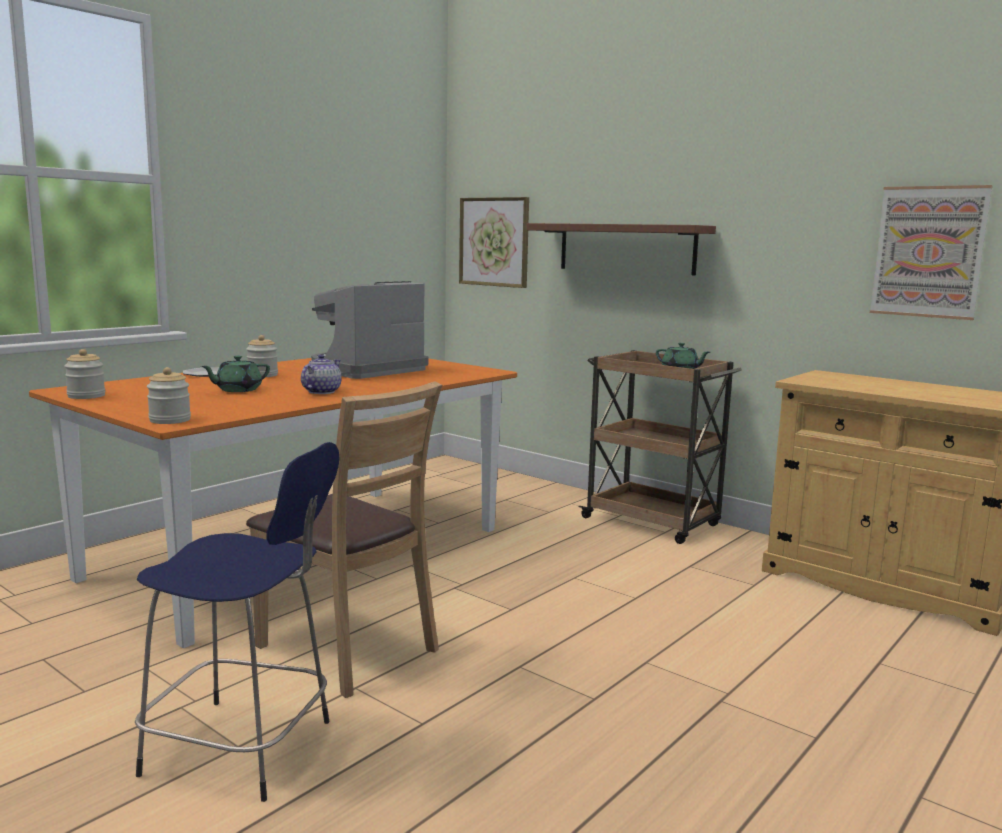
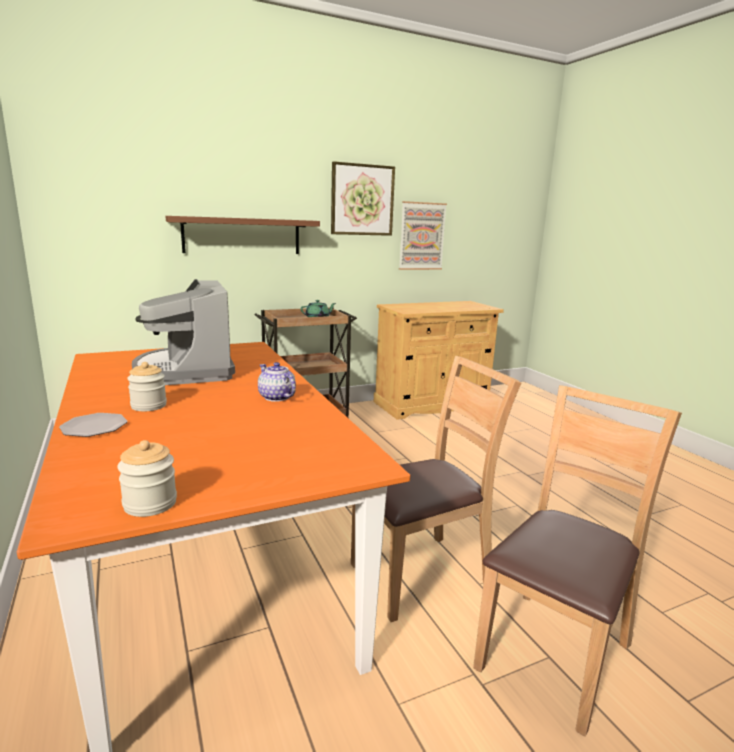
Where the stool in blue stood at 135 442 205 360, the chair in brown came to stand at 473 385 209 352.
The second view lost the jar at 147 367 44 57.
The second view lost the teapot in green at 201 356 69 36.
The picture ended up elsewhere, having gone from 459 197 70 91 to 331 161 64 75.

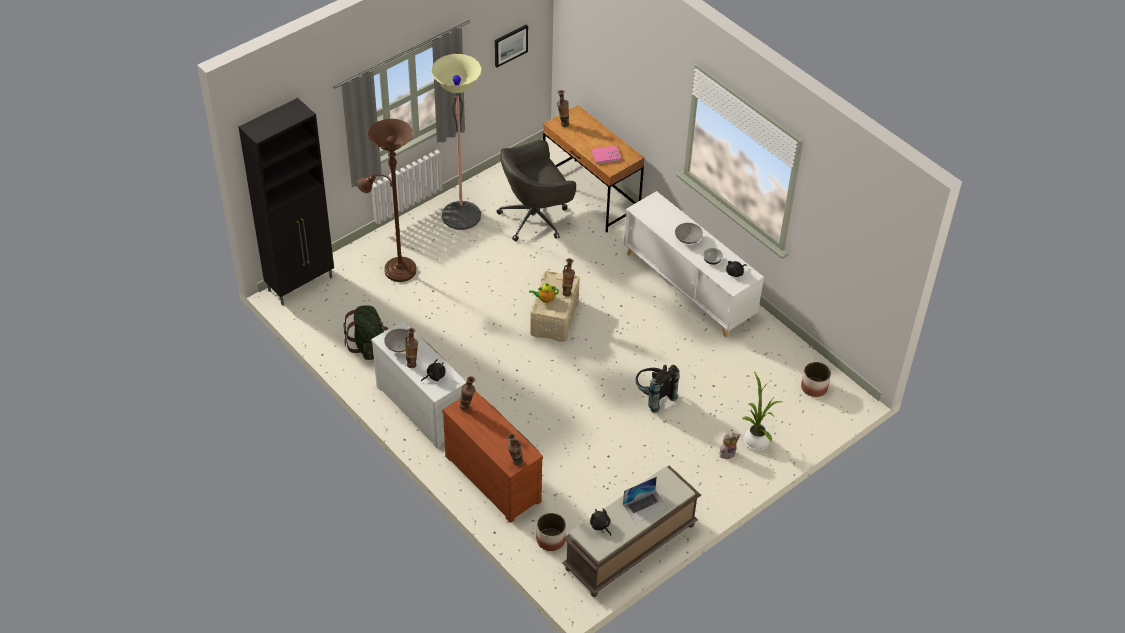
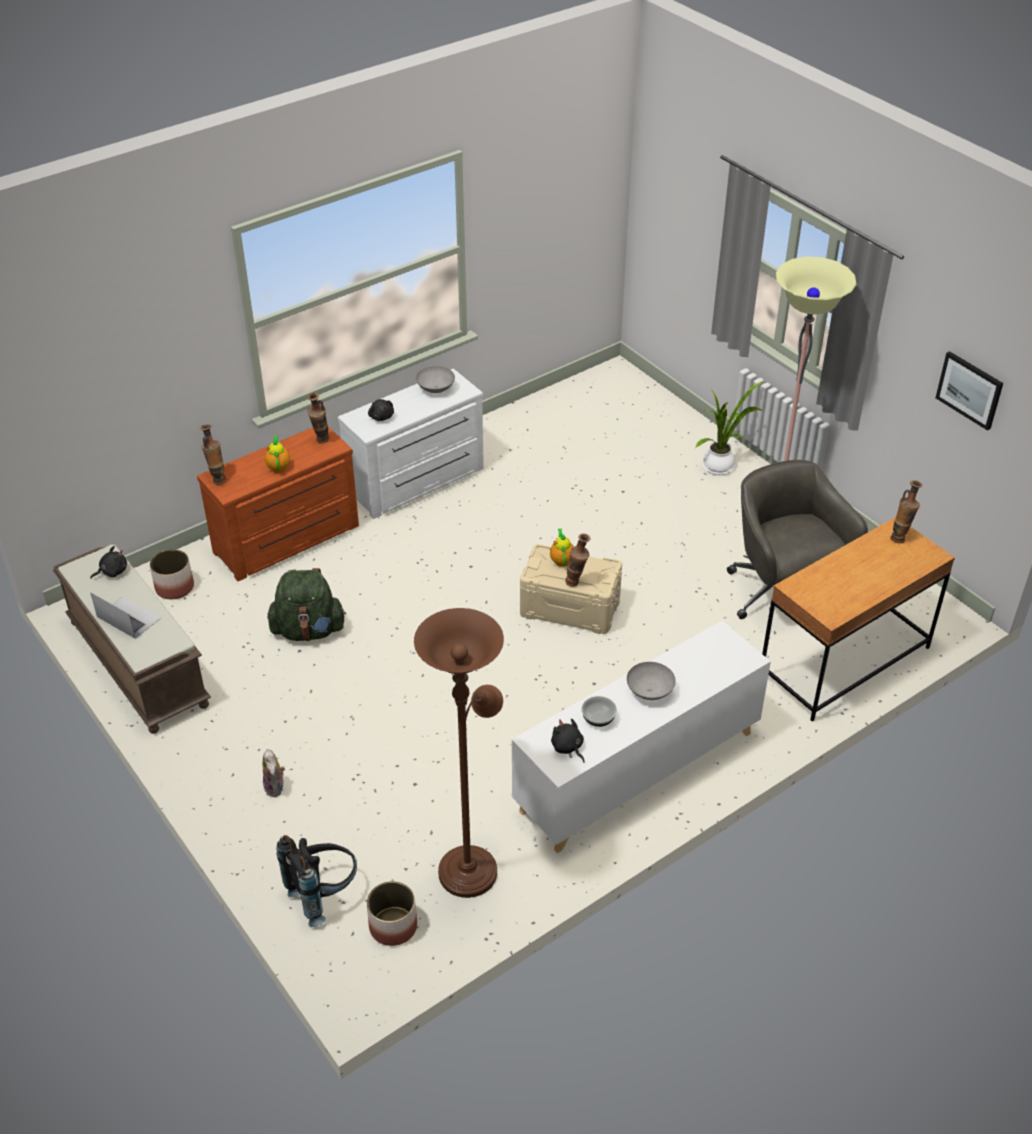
The second view lost the cabinet in black at 238 98 96 207.
The backpack in green ended up elsewhere, having gone from 343 305 45 55 to 267 568 79 73.
The floor lamp in brown ended up elsewhere, having gone from 357 119 60 163 to 414 608 90 290.
The second view lost the vase at 405 328 13 40.
The second view lost the book in pink at 592 146 29 18.
The laptop at 623 476 45 47 ended up facing another way, 150 degrees clockwise from before.
The backpack in black ended up elsewhere, having gone from 635 365 45 48 to 276 835 81 92.
The potted plant ended up elsewhere, having gone from 742 372 40 79 to 695 382 68 93.
The second view gained the teapot at 265 435 25 38.

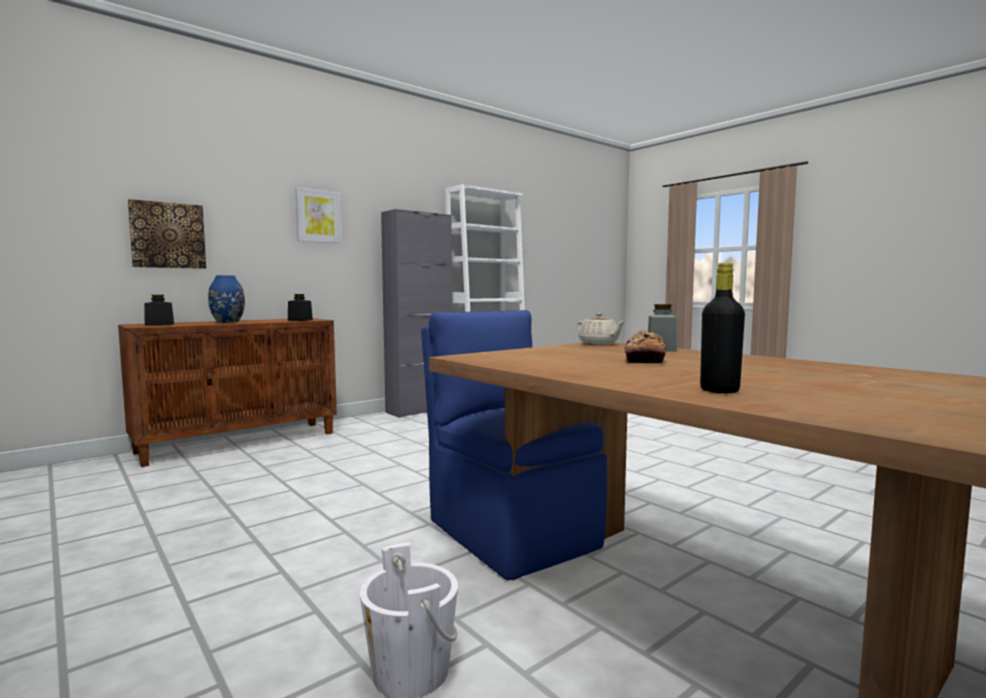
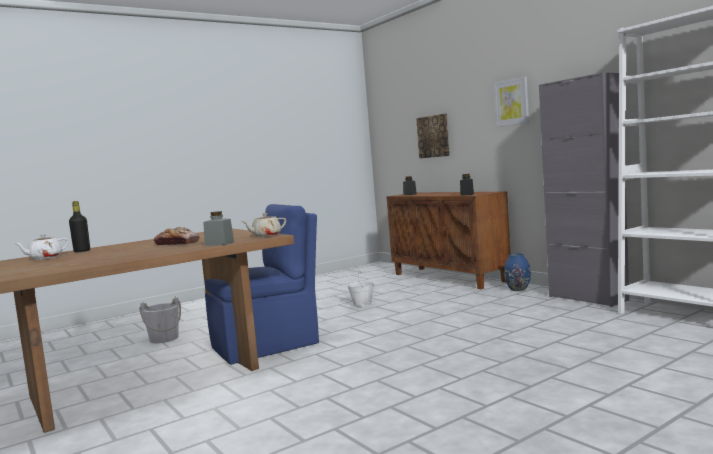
The vase in blue ended up elsewhere, having gone from 208 275 37 48 to 504 253 27 38.
The second view gained the teapot in white at 14 234 55 26.
The second view gained the bucket in white at 347 269 28 38.

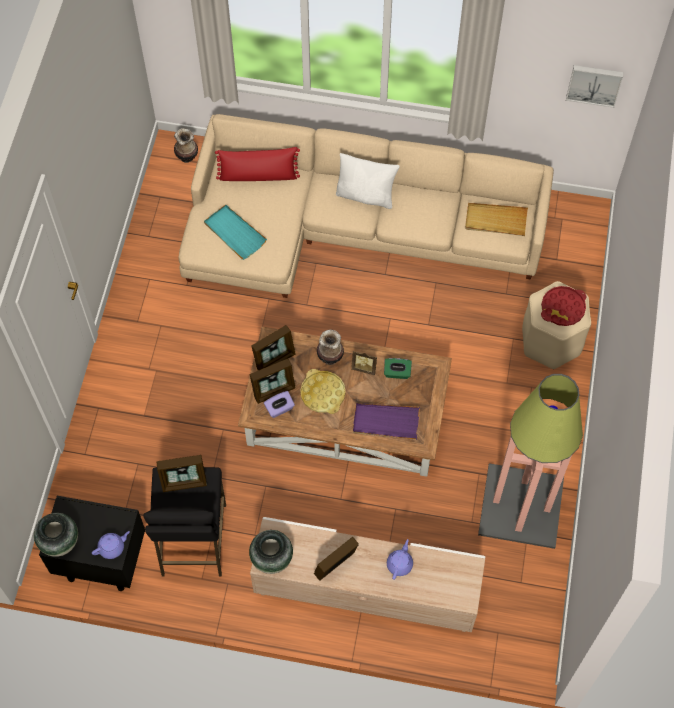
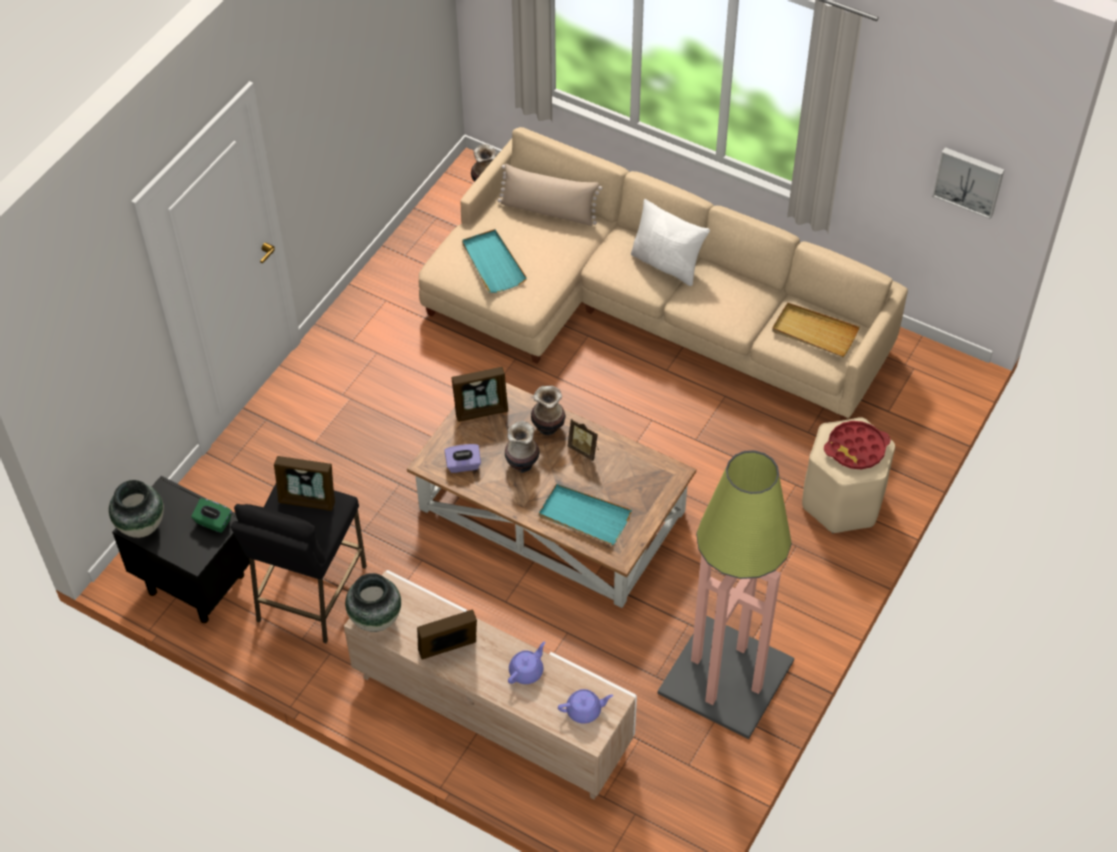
The teapot in purple ended up elsewhere, having gone from 92 531 38 28 to 558 689 55 35.
What was the pillow in red at 215 147 85 34 turned into the pillow in beige at 498 164 104 62.
The second view lost the picture frame at 250 358 46 46.
Where the tray in yellow stood at 300 369 46 45, the vase came to stand at 505 421 34 52.
What was the tray in purple at 353 403 67 37 turned into the tray in turquoise at 539 484 93 61.
The tissue box in green ended up elsewhere, having gone from 384 358 28 21 to 191 498 41 35.

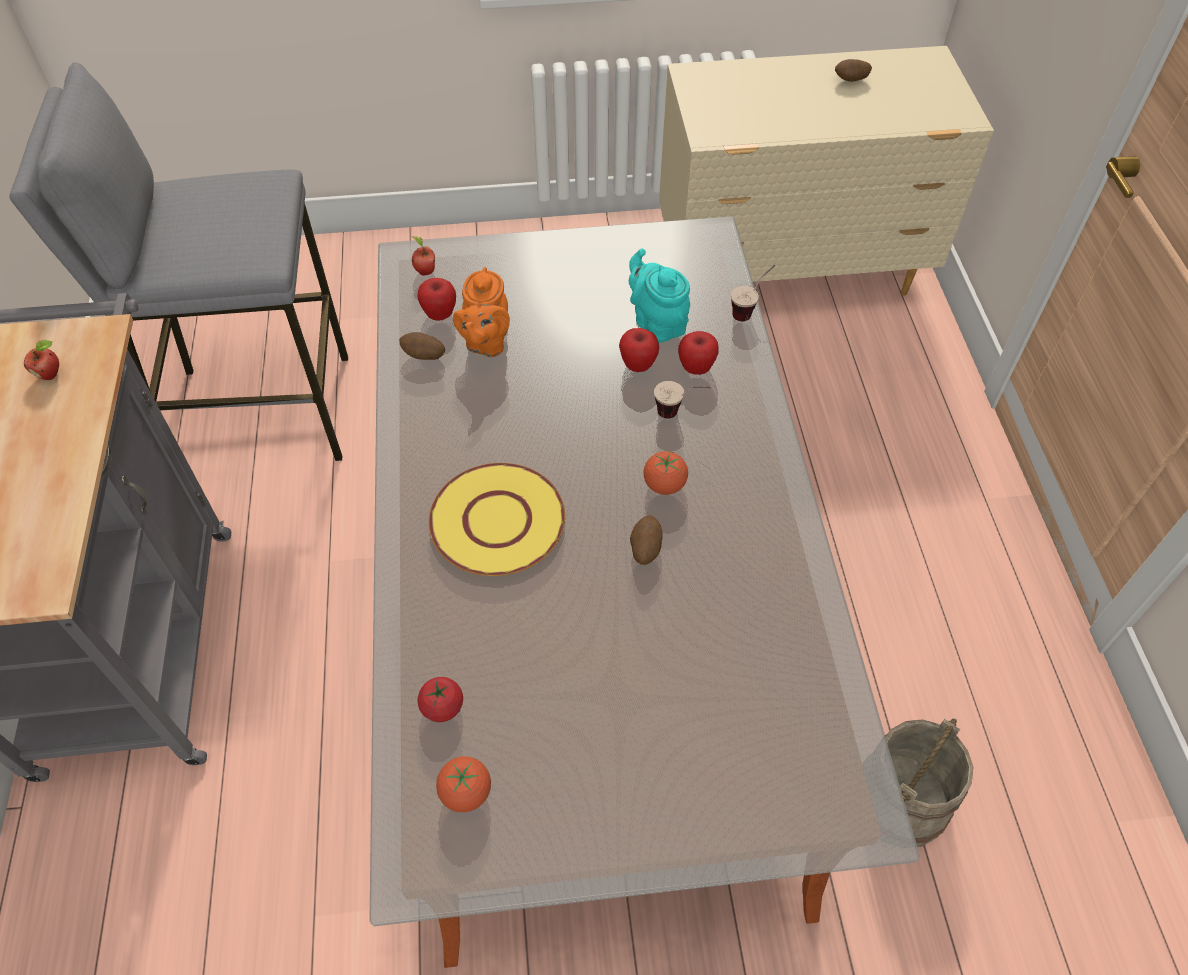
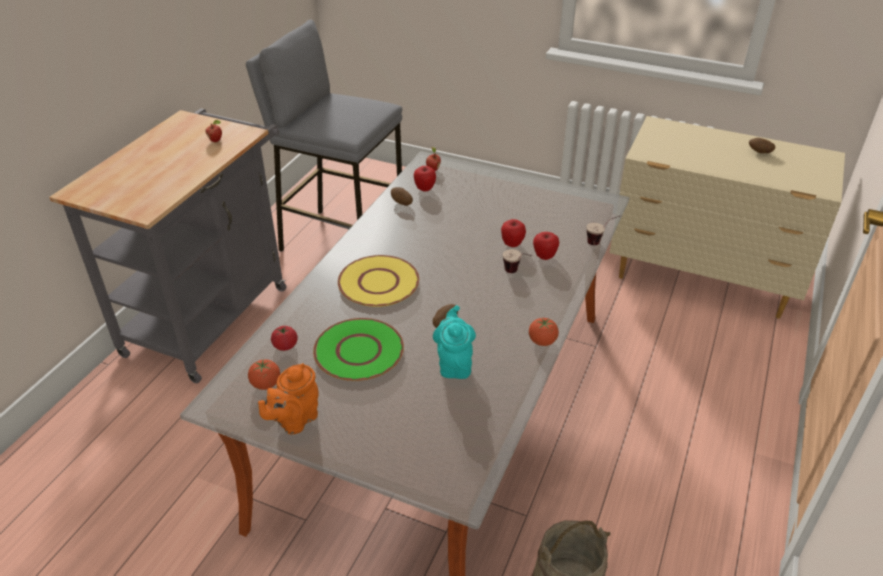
The teapot in orange ended up elsewhere, having gone from 453 267 57 90 to 258 363 61 71.
The teapot in turquoise ended up elsewhere, having gone from 629 248 61 95 to 433 305 43 74.
The tomato ended up elsewhere, having gone from 643 451 45 44 to 529 318 30 28.
The second view gained the plate in green at 313 318 91 63.

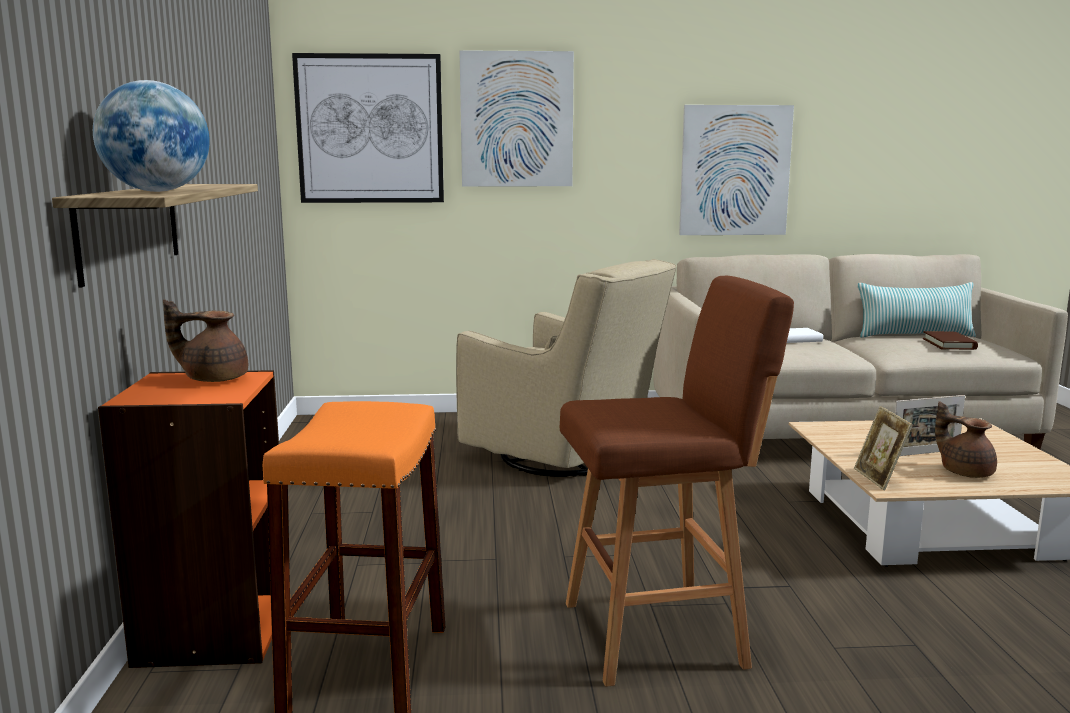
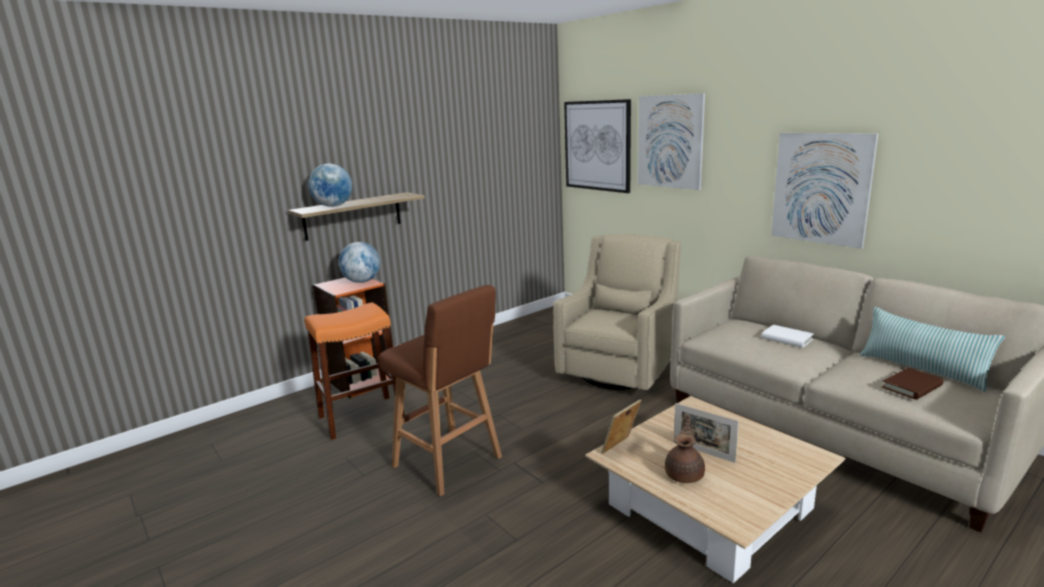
Where the teapot in brown stood at 163 299 85 83, the globe came to stand at 338 242 42 41.
The armchair in beige at 456 259 220 218 ended up facing another way, 150 degrees counterclockwise from before.

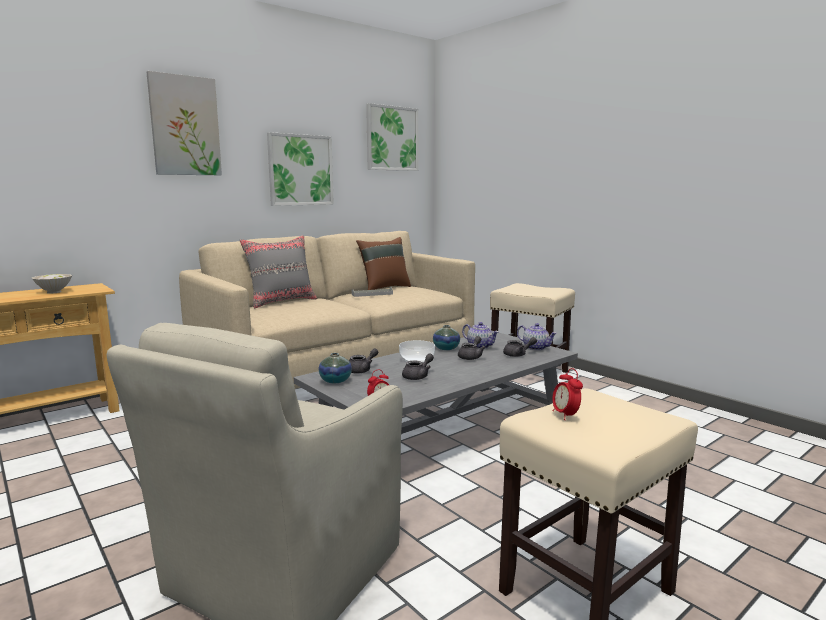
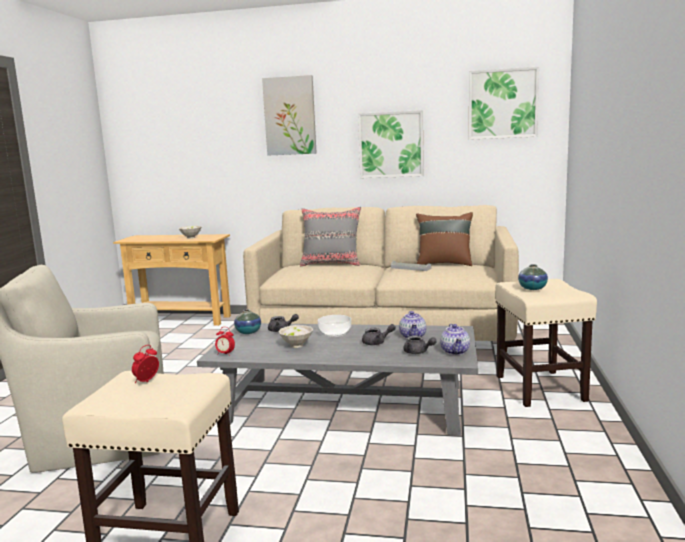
Where the teapot in grey stood at 402 354 32 26, the bowl in white came to stand at 278 325 35 23.
The vase ended up elsewhere, having gone from 433 325 27 25 to 518 264 30 26.

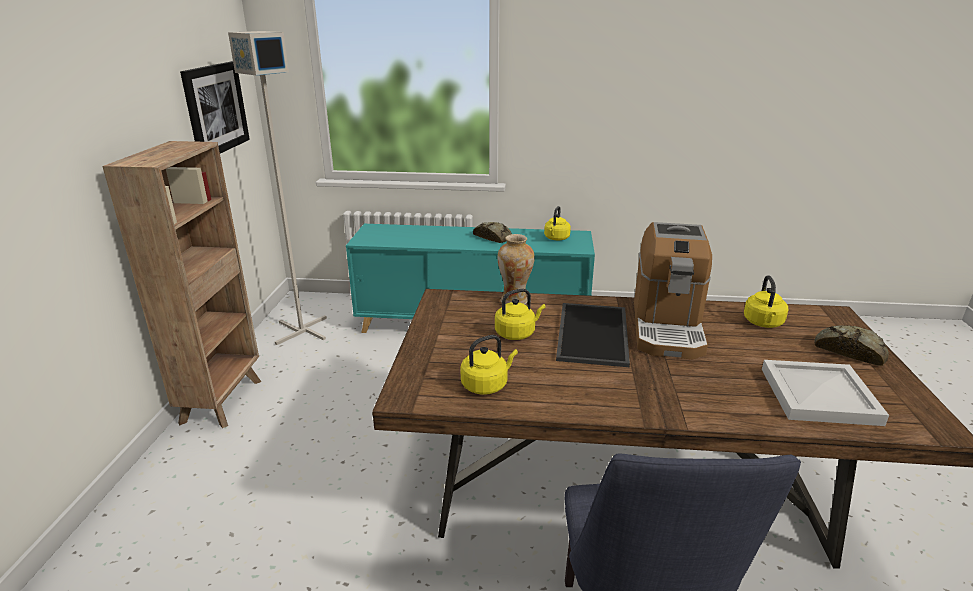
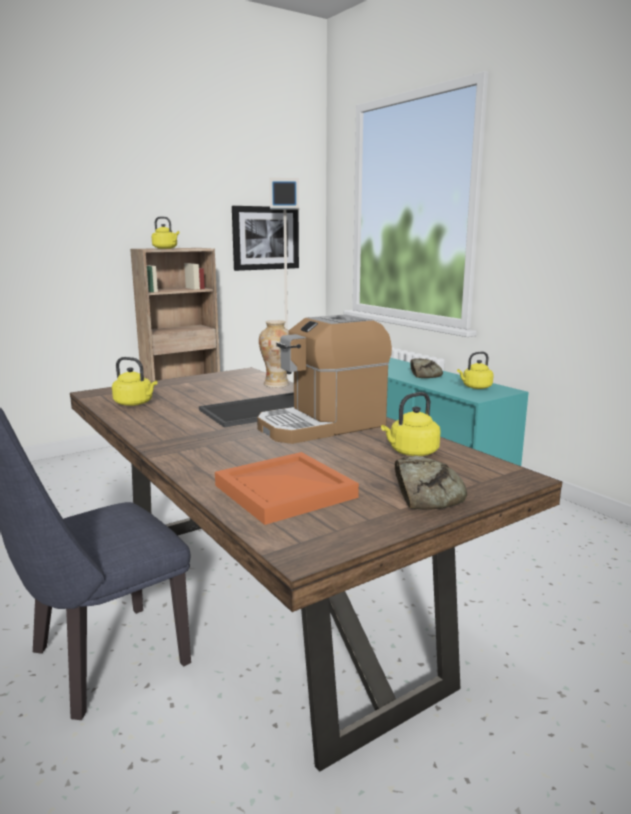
The kettle in yellow ended up elsewhere, having gone from 495 289 51 51 to 152 217 28 32.
What was the tray in white at 762 360 127 66 turned into the tray in orange at 215 452 144 73.

